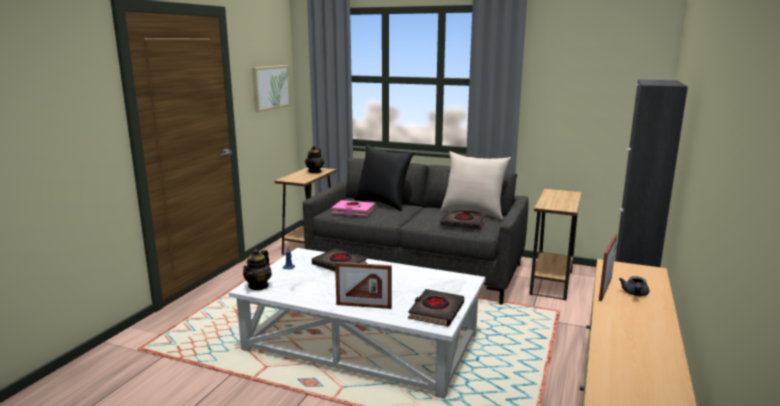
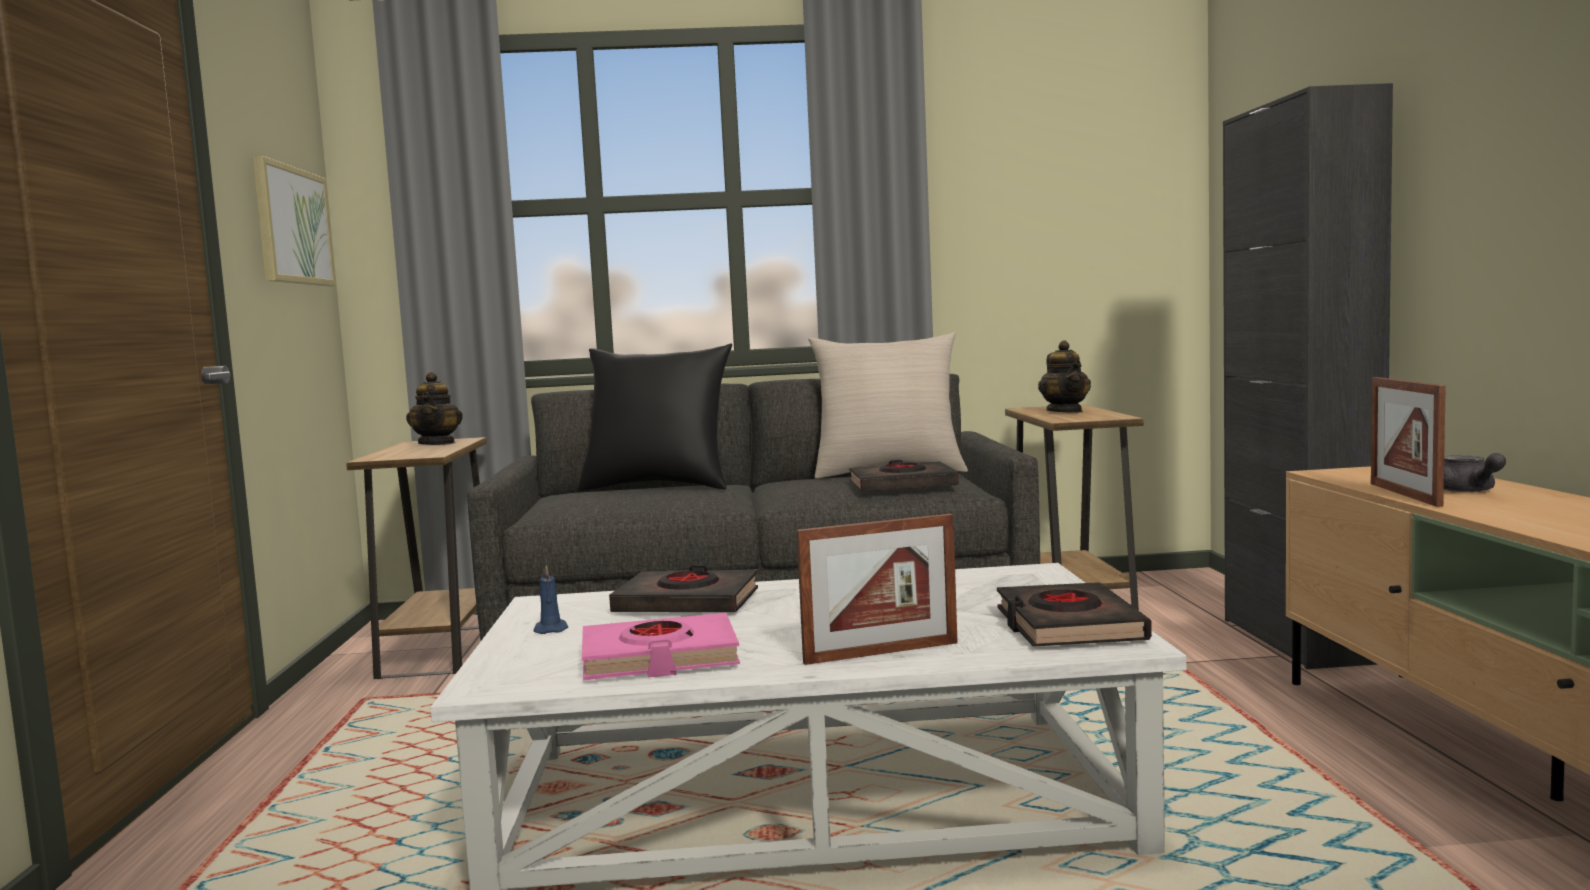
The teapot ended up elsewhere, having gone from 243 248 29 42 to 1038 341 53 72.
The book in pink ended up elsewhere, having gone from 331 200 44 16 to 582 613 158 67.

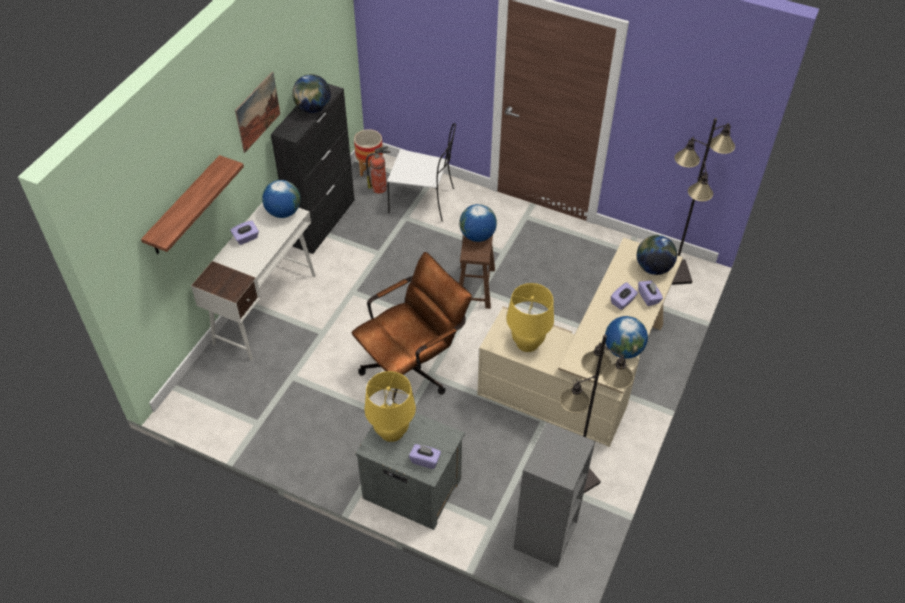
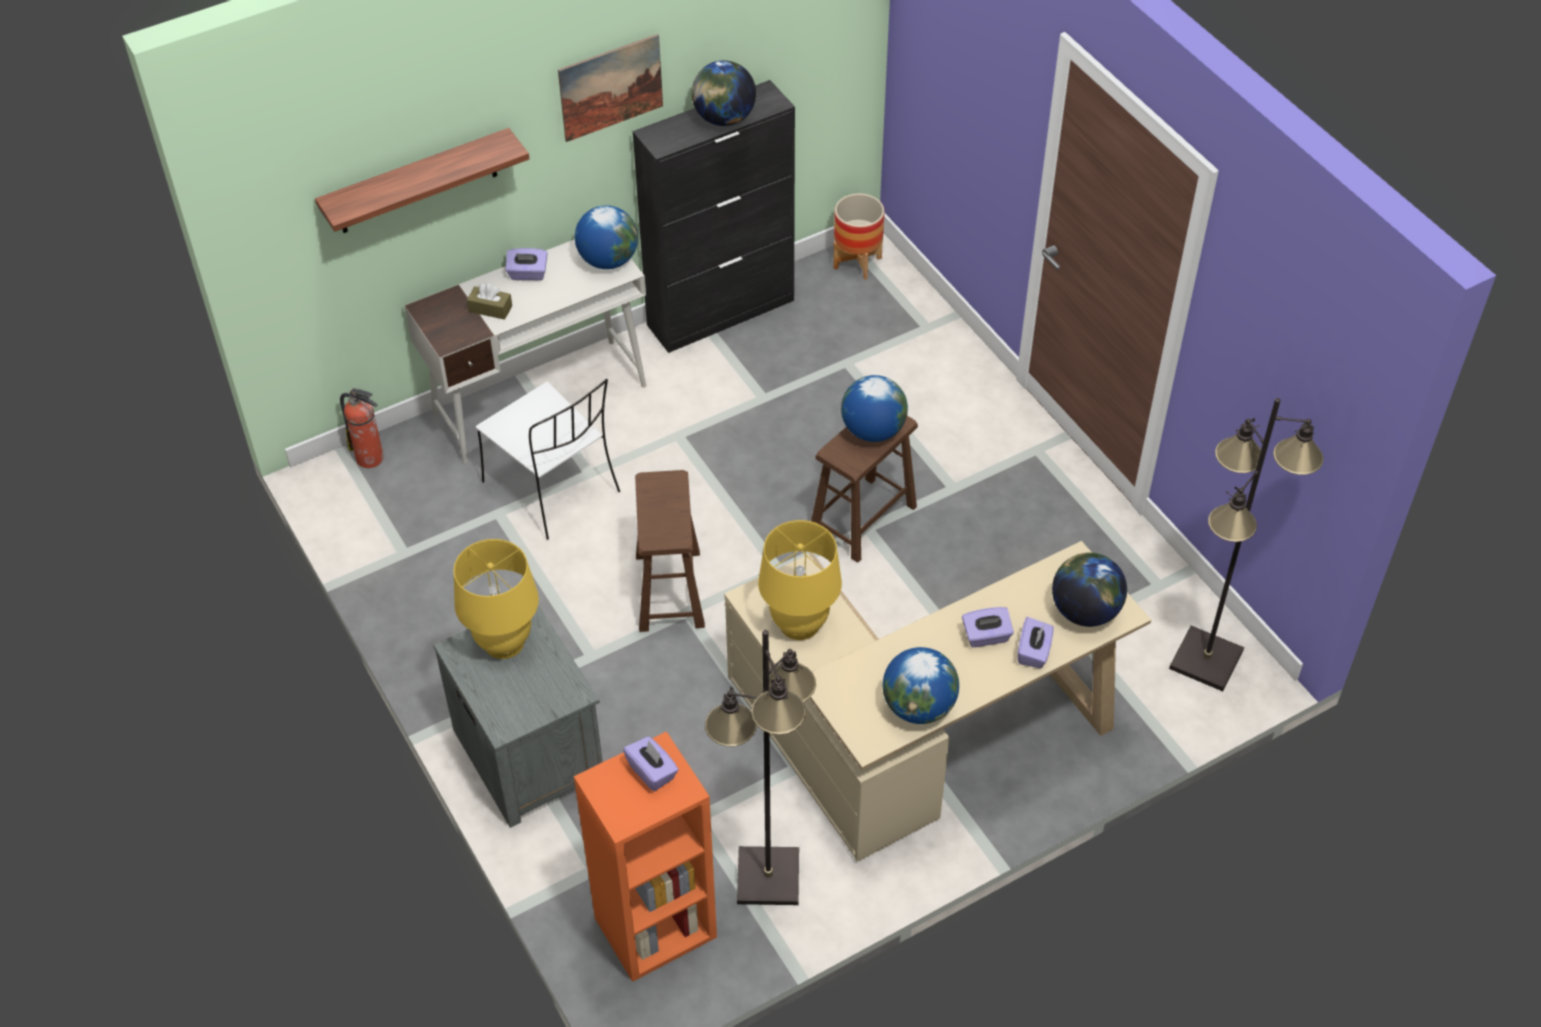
Where the office chair in brown stood at 352 252 120 151, the stool in brown came to stand at 635 470 70 162.
The fire extinguisher ended up elsewhere, having gone from 366 146 25 48 to 340 388 44 80.
The chair in white ended up elsewhere, having gone from 387 123 69 99 to 476 379 144 161.
The tissue box in purple ended up elsewhere, having gone from 409 444 32 25 to 623 737 56 55.
What was the bookcase in grey at 513 422 82 145 turned into the bookcase in orange at 574 731 143 251.
The second view gained the tissue box in brown at 467 283 45 37.

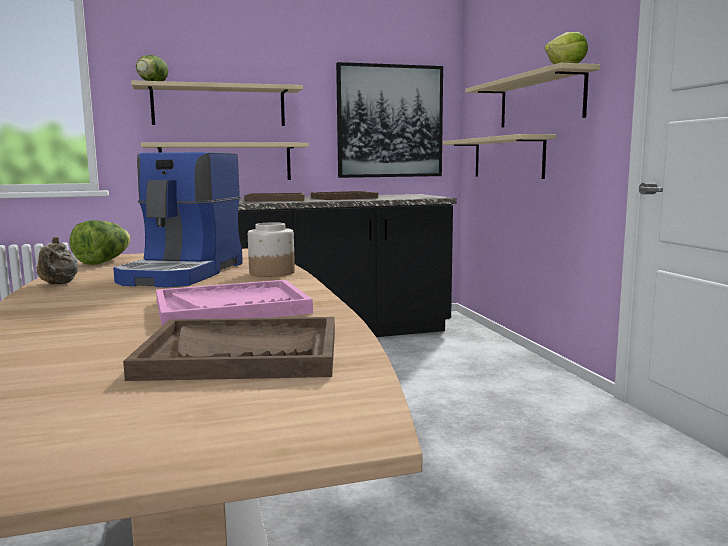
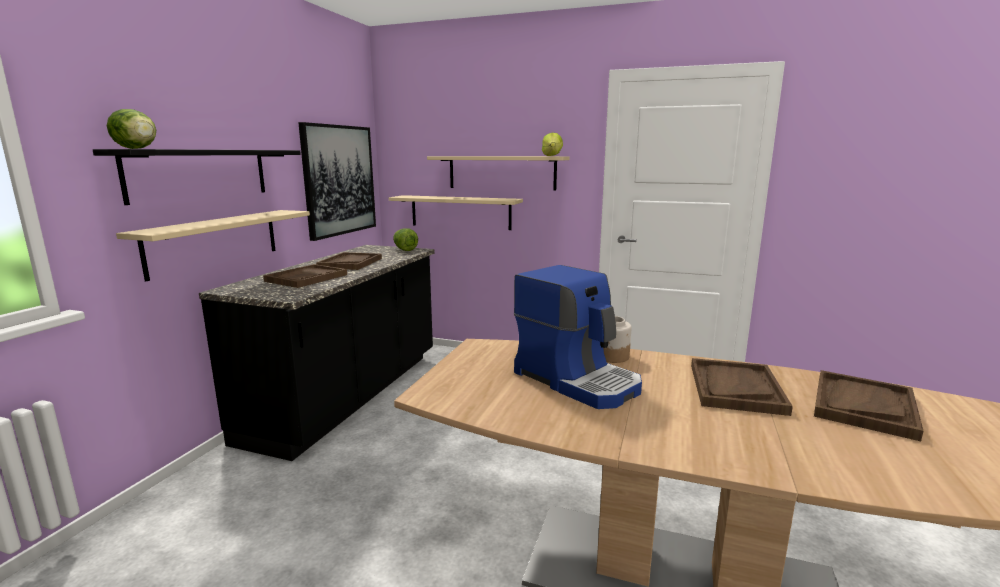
The second view lost the teapot in beige at 36 237 42 47.
The lettuce ended up elsewhere, having gone from 70 220 61 45 to 393 228 25 23.
What was the shelf in beige at 131 80 172 46 turned into the shelf in black at 93 149 208 56.
What was the tray in pink at 156 280 157 46 turned into the tray in brown at 691 358 102 58.

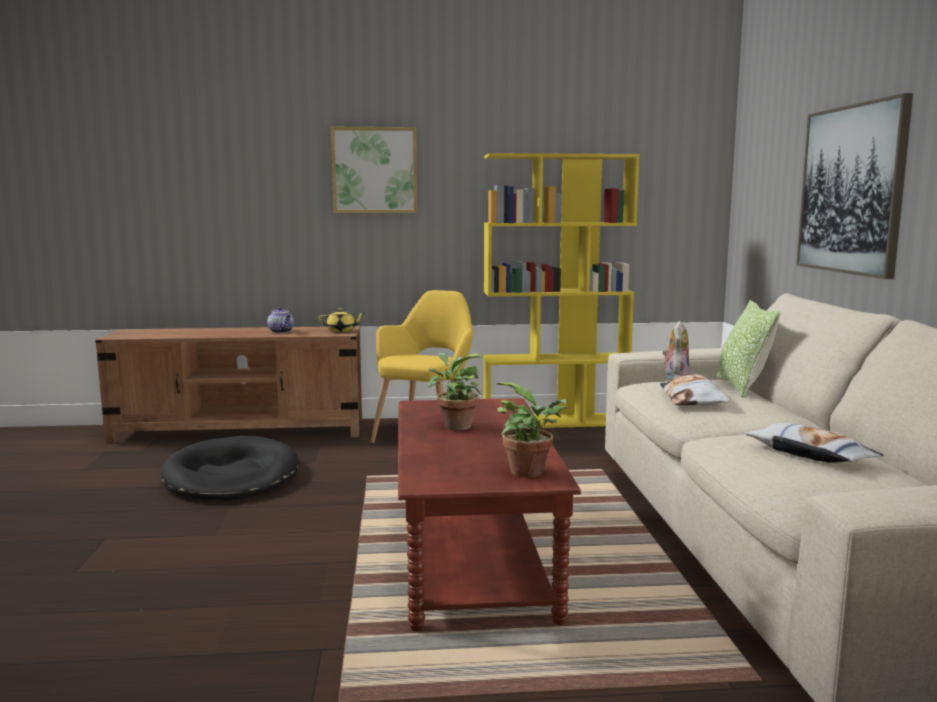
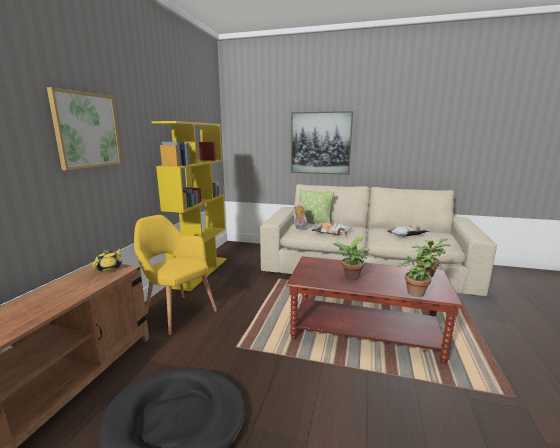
The second view lost the teapot at 267 307 27 26.
The second view gained the potted plant at 397 248 38 49.

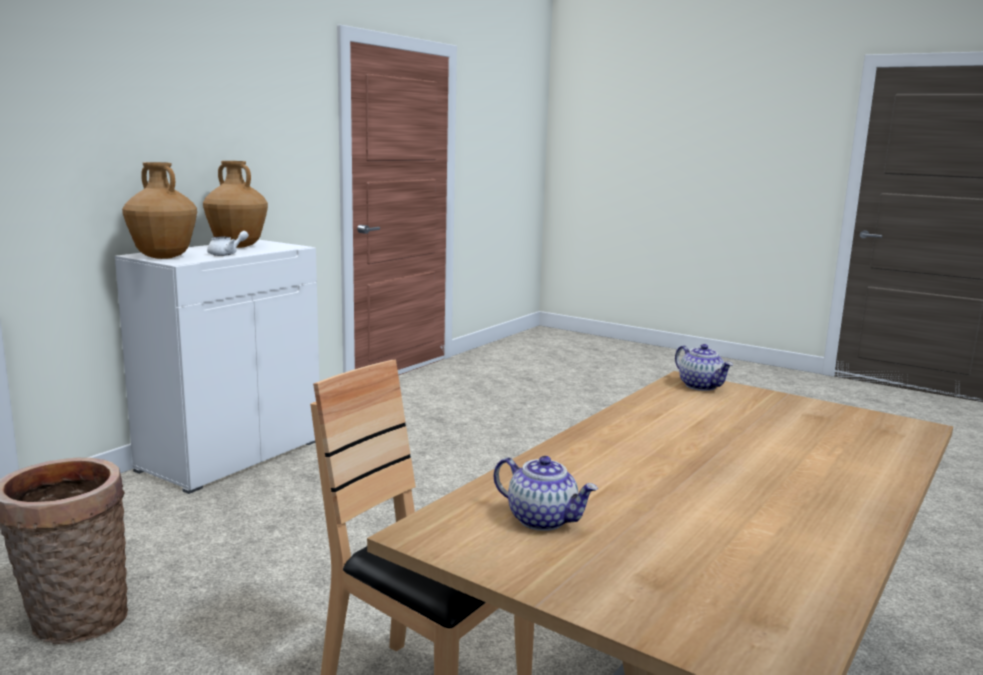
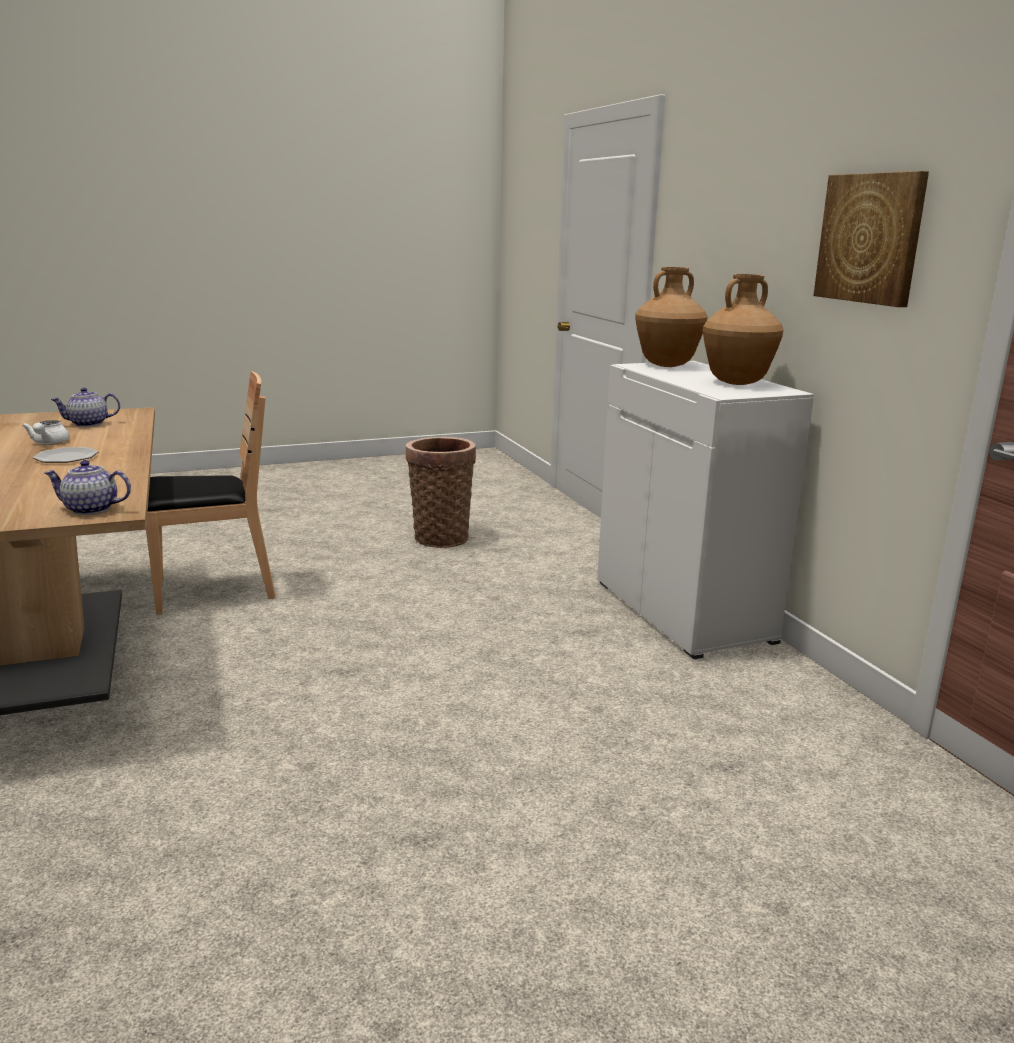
The teapot in white ended up elsewhere, having gone from 207 231 42 25 to 22 420 48 25.
The second view gained the plate at 33 447 65 16.
The second view gained the picture at 813 171 116 136.

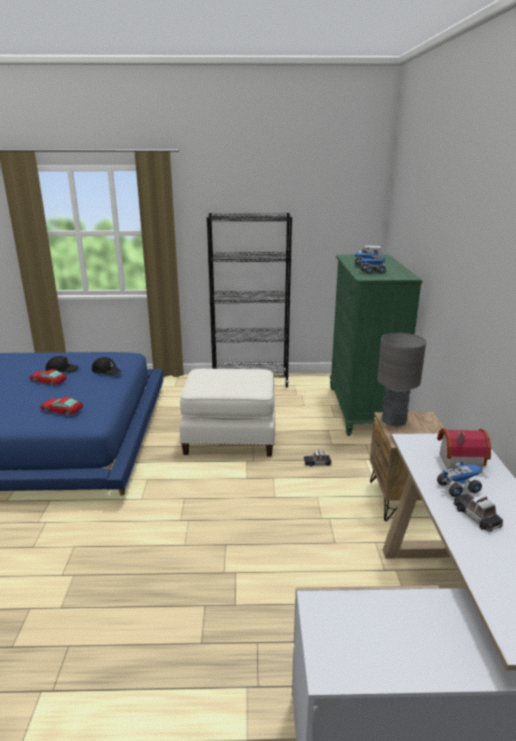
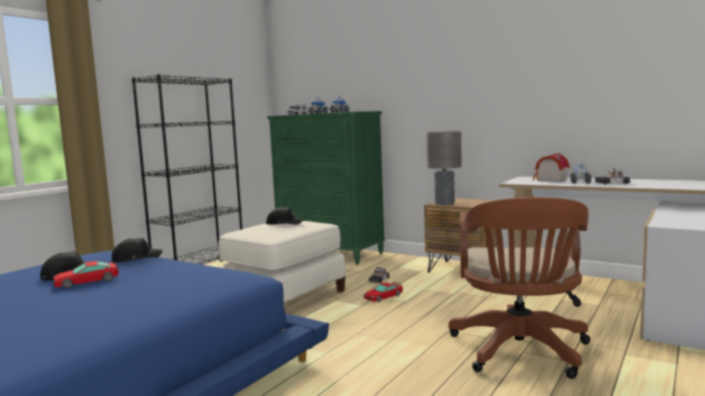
The toy car ended up elsewhere, having gone from 40 397 43 19 to 364 282 39 20.
The second view gained the cap in black at 266 207 38 18.
The second view gained the office chair in brown at 448 197 142 182.

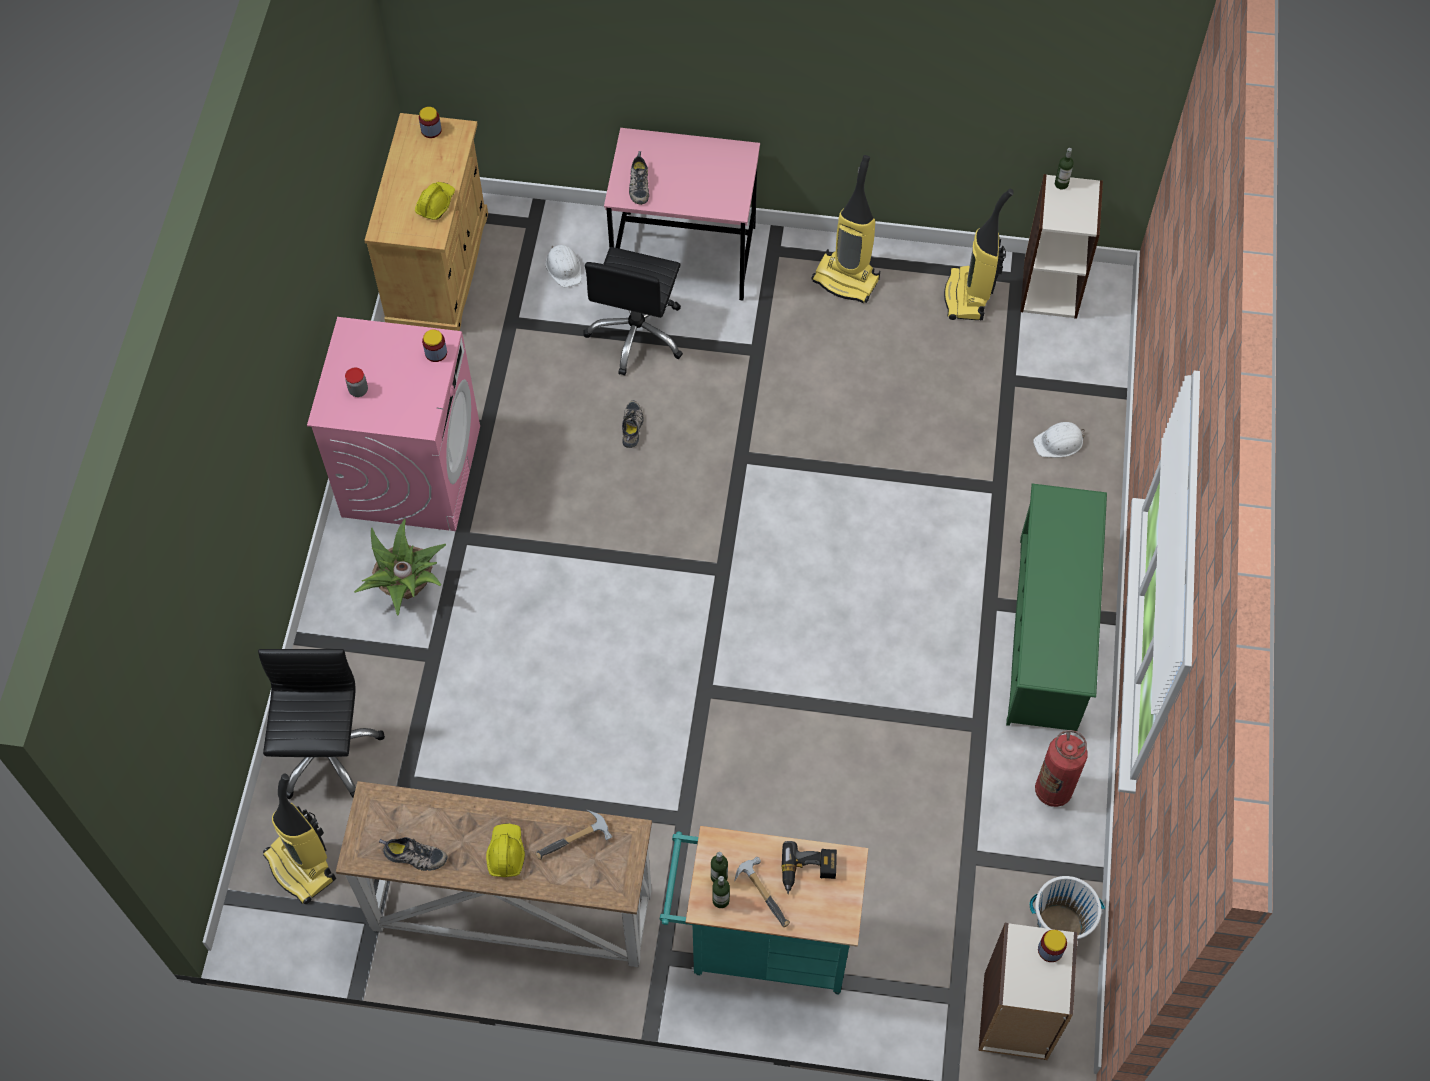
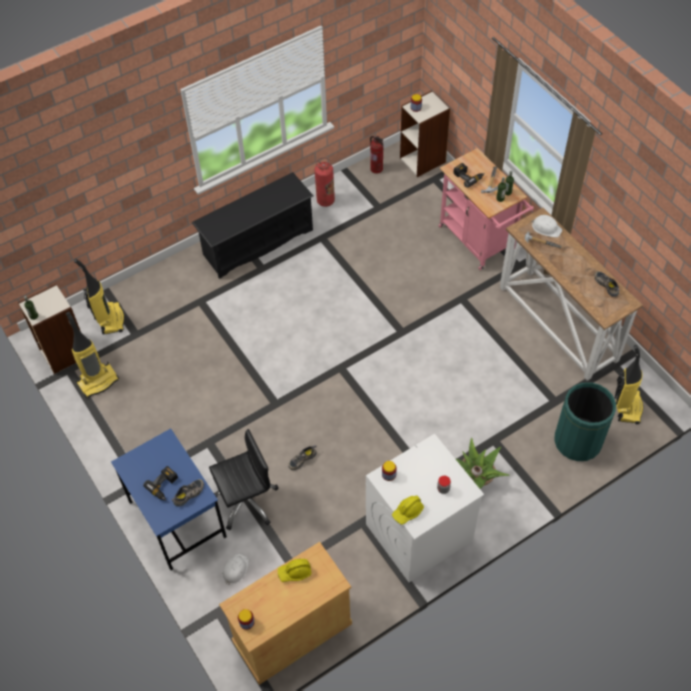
Where the office chair in black stood at 258 649 127 150, the trash can in green came to stand at 554 382 62 79.
What was the washing machine in pink at 307 317 173 214 turned into the washing machine in white at 366 434 118 148.
The hard hat in yellow ended up elsewhere, having gone from 486 823 39 54 to 392 495 32 30.
What was the desk in pink at 604 128 156 173 turned into the desk in blue at 111 428 116 142.
What was the cart in turquoise at 660 826 208 168 turned into the cart in pink at 439 148 95 122.
The vacuum cleaner ended up elsewhere, having gone from 811 155 69 148 to 74 259 51 76.
What was the shoe rack in green at 1006 484 101 247 turned into the shoe rack in black at 192 172 121 107.
Where the bucket in white stood at 1030 876 75 65, the fire extinguisher came to stand at 370 136 13 37.
The hard hat in white ended up elsewhere, having gone from 1033 422 52 36 to 531 215 31 23.
The second view gained the power drill at 143 466 35 35.

